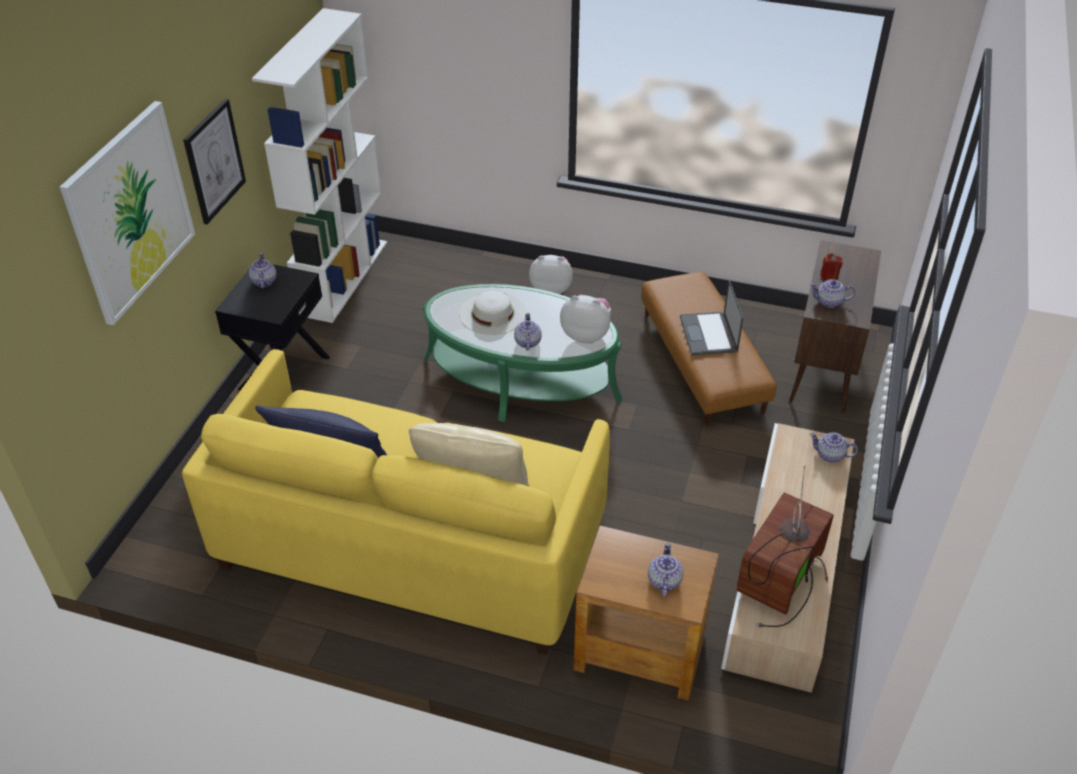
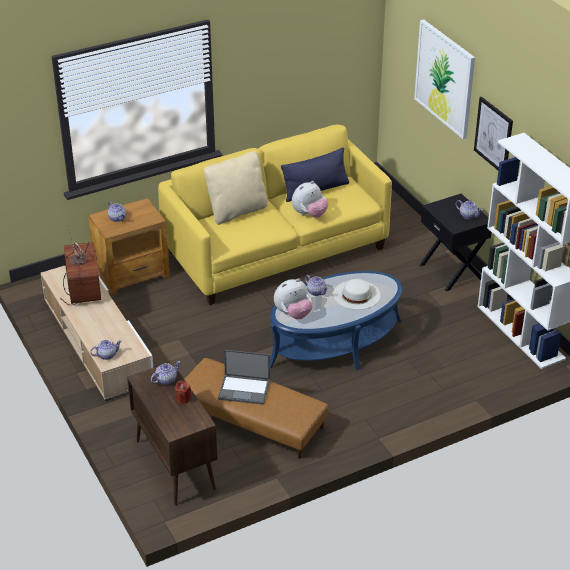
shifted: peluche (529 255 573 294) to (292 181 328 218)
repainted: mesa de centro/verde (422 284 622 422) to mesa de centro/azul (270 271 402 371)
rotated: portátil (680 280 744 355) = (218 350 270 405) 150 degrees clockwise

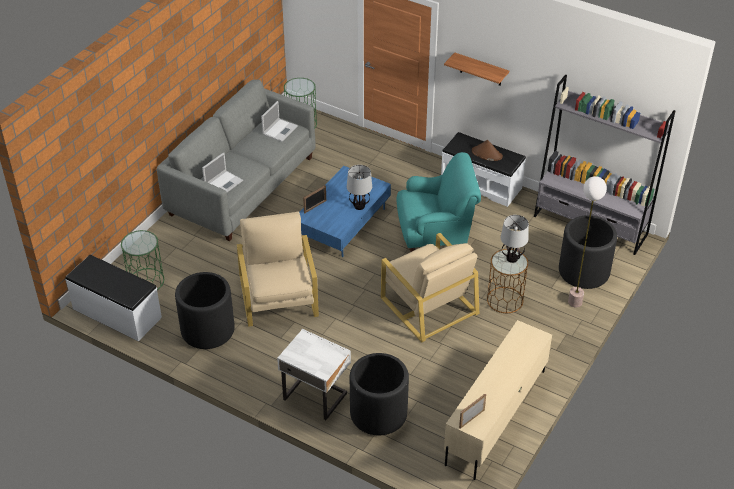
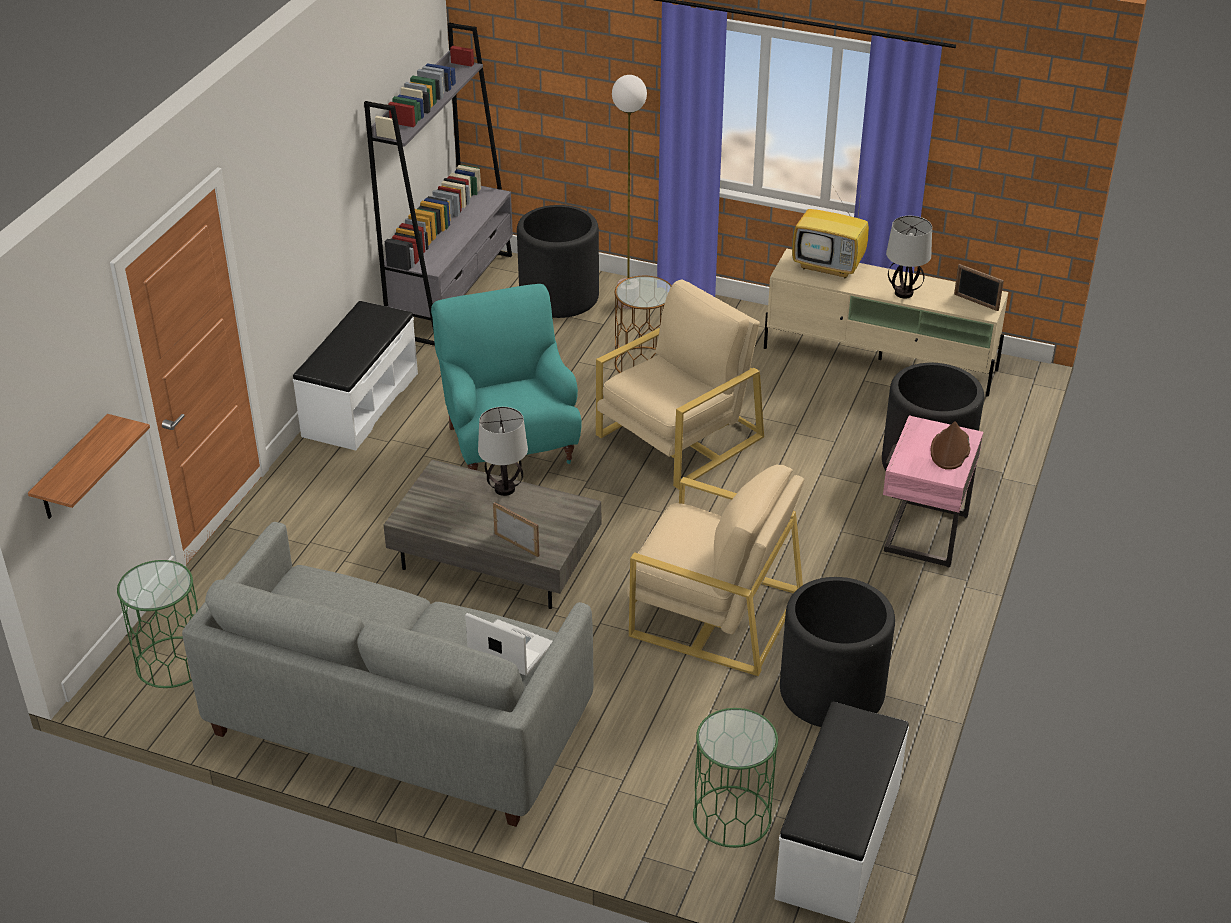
gone: portátil (261 101 298 142)
new: televisor (792 183 869 278)
shifted: estante (444 53 509 86) to (28 414 150 519); sombrero/marrón (472 140 503 161) to (931 421 971 470); lámpara de mesa (501 215 529 263) to (886 216 932 298)
repainted: mesita de noche/blanco (277 329 351 420) to mesita de noche/rosa (883 415 983 567); mesa de centro/azul (299 166 391 257) to mesa de centro/gris (384 460 601 609)
rotated: sillón/beis (237 212 319 327) = (627 465 804 676) 135 degrees counterclockwise

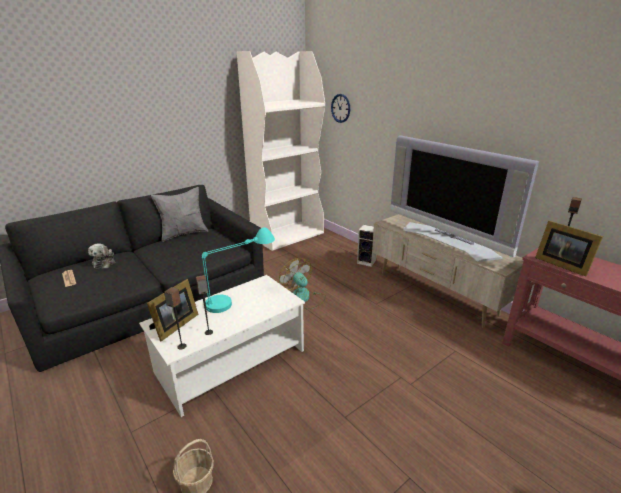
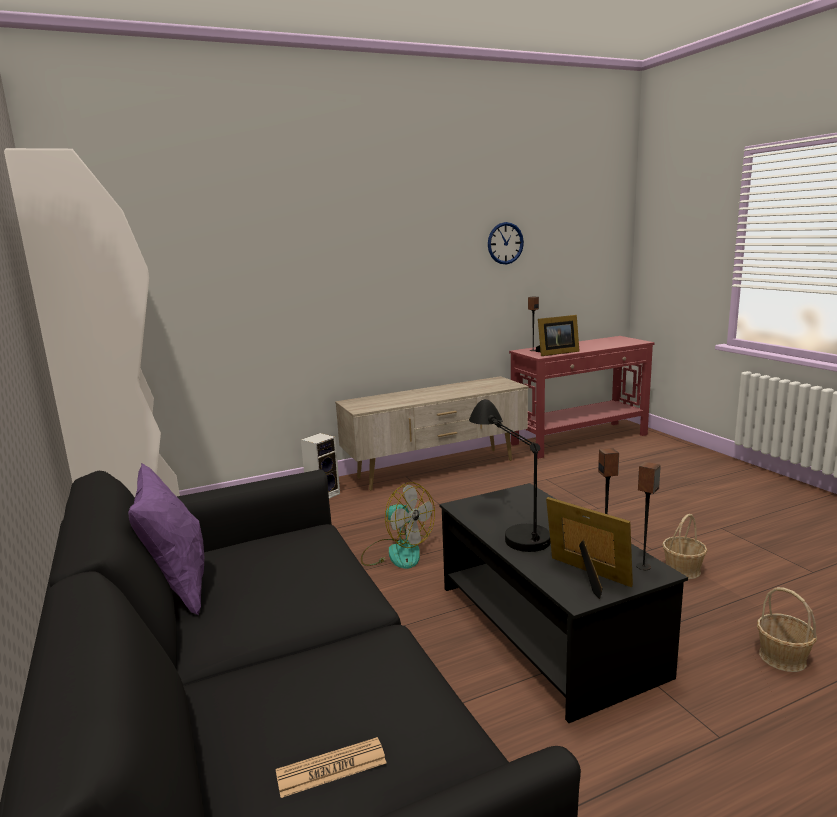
gone: peluche (88 244 115 269); televisor (390 135 539 262)
new: cesta (662 514 708 579)
shifted: reloj de pared (331 94 350 123) to (488 222 524 264)
repainted: mesa de centro/blanco (139 275 305 417) to mesa de centro/negro (439 483 688 723); cojín/gris (151 187 208 242) to cojín/morado (128 463 205 615); lámpara de mesa/turquesa (202 227 275 313) to lámpara de mesa/negro (469 399 551 552)
rotated: ventilador (279 258 326 309) = (361 482 435 569) 120 degrees counterclockwise

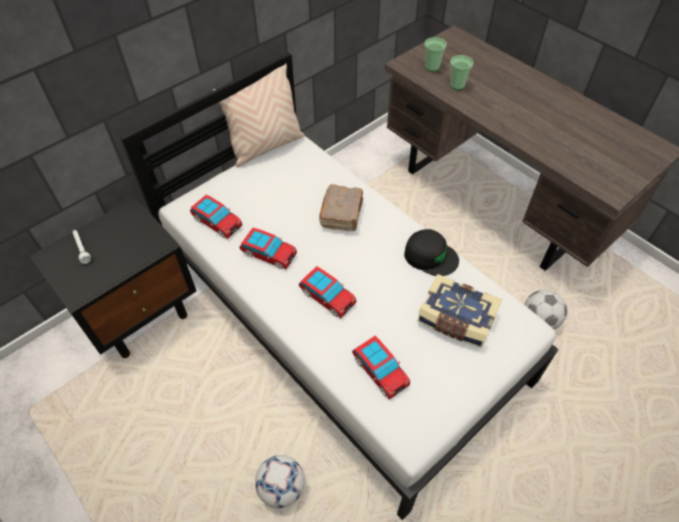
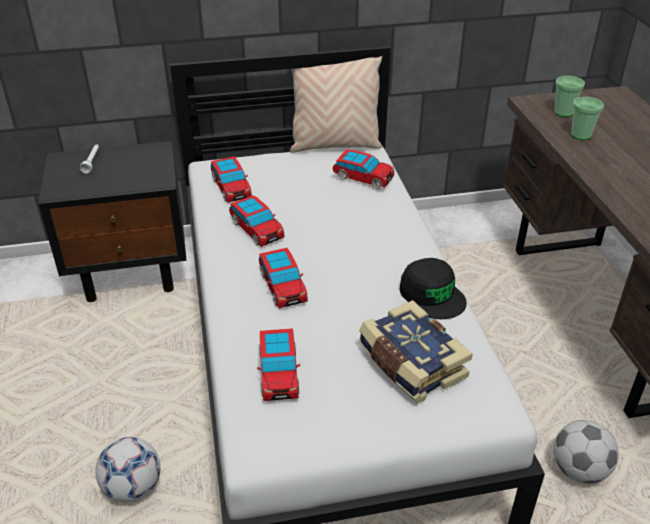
gone: libro/marrón (319 184 363 231)
new: coche de juguete (333 150 394 189)

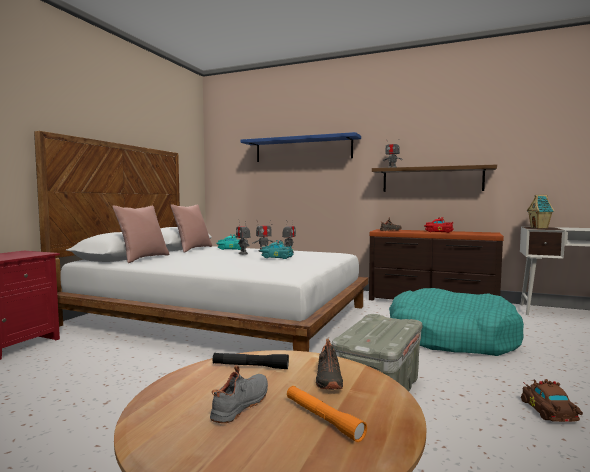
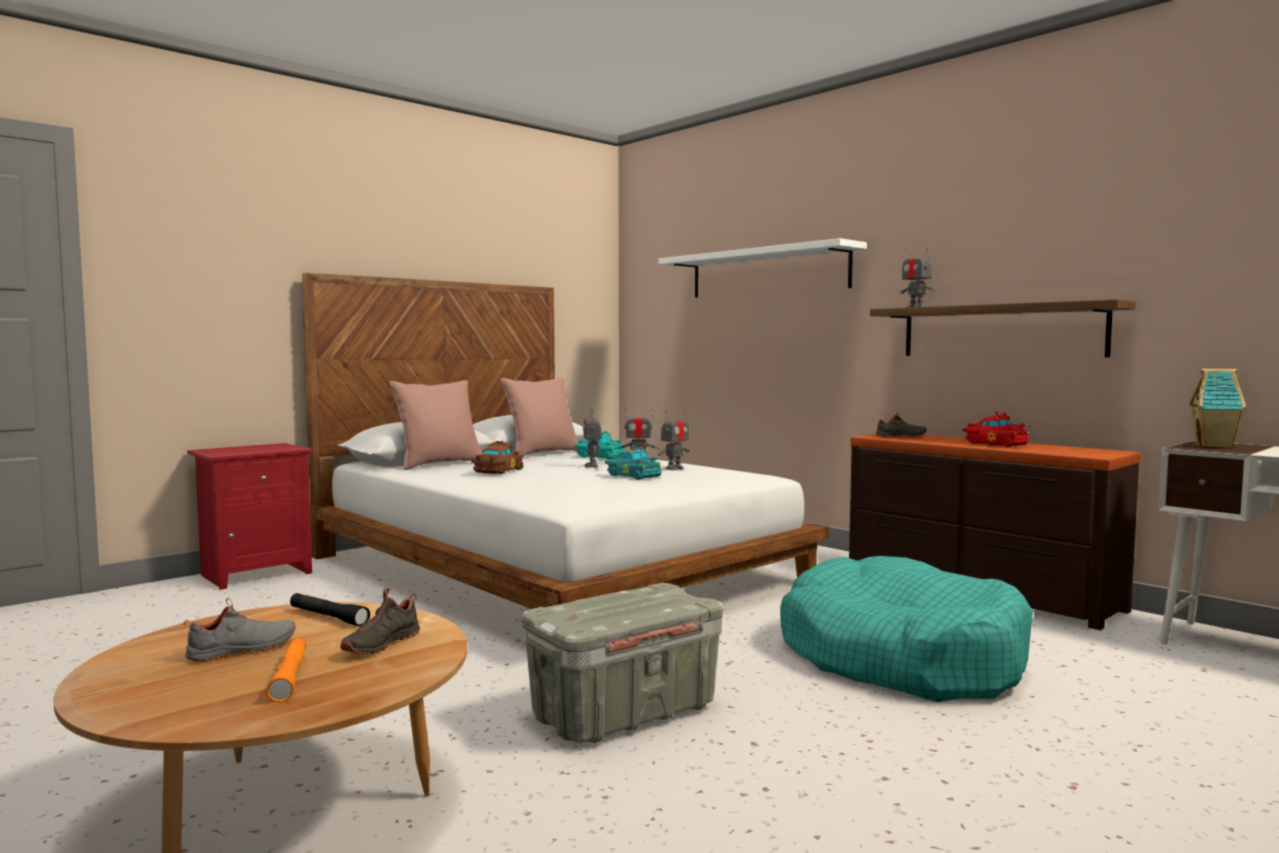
shifted: coche de juguete/marrón (521 379 583 422) to (471 441 524 474)
repainted: estante/azul (240 132 361 162) to estante/blanco (658 238 867 298)

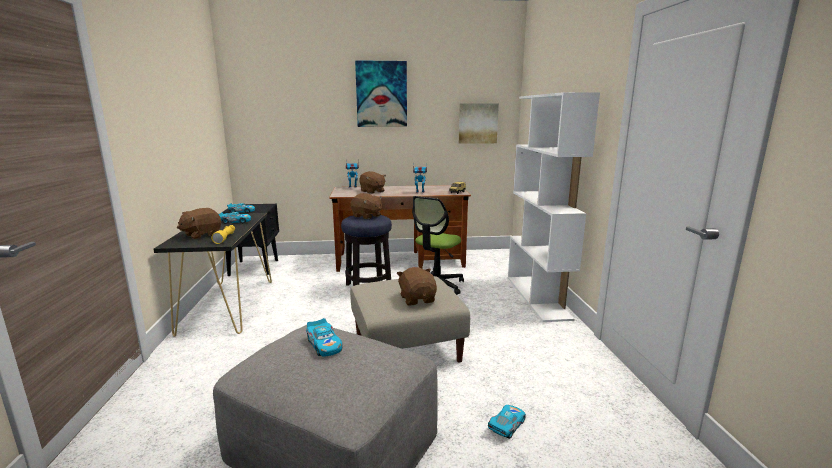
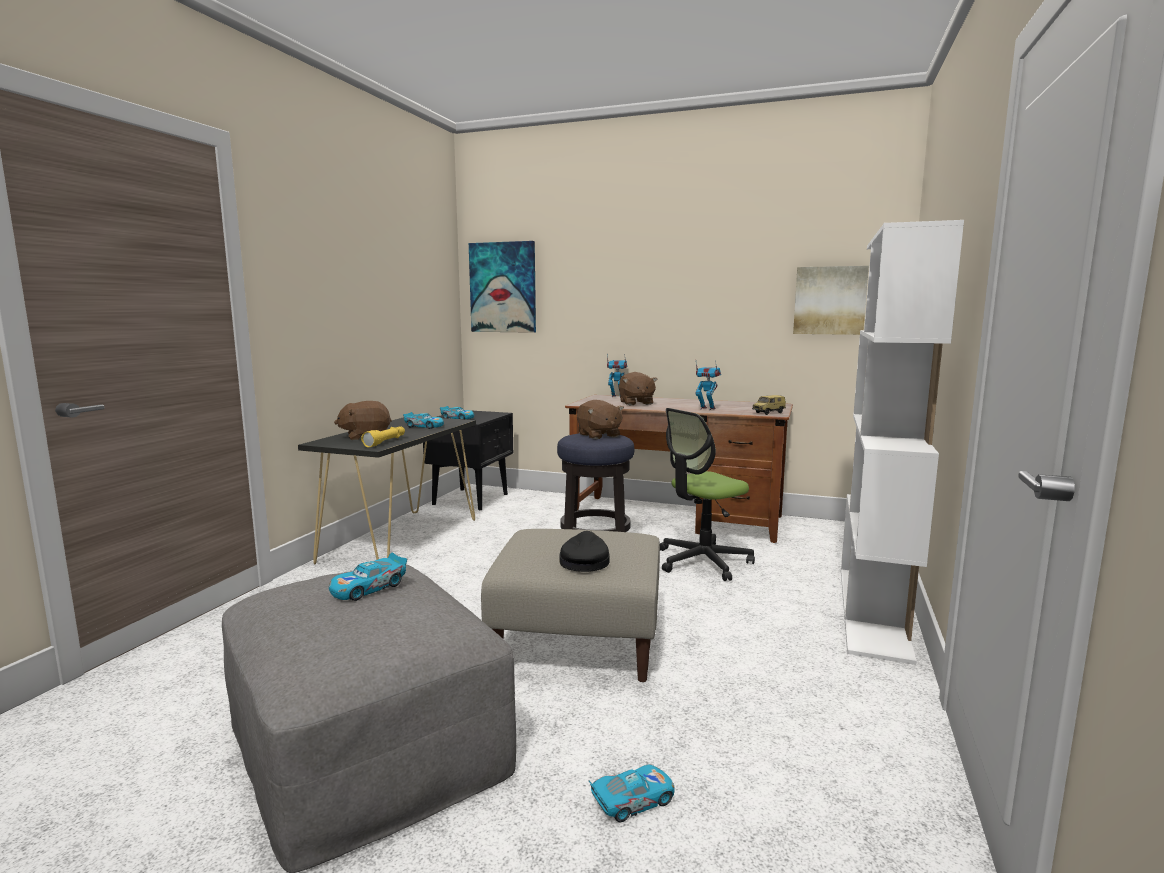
shifted: cuadro (355 60 407 127) to (469 241 536 333)
swapped: peluche/marrón (396 267 437 306) to gorra/negro (560 531 609 572)
rotated: coche de juguete (306 318 342 356) = (329 552 407 601) 45 degrees clockwise

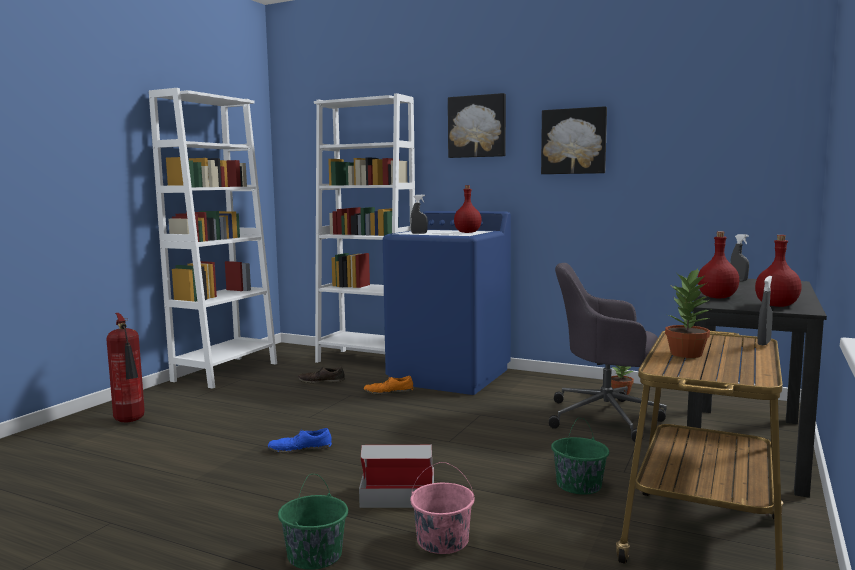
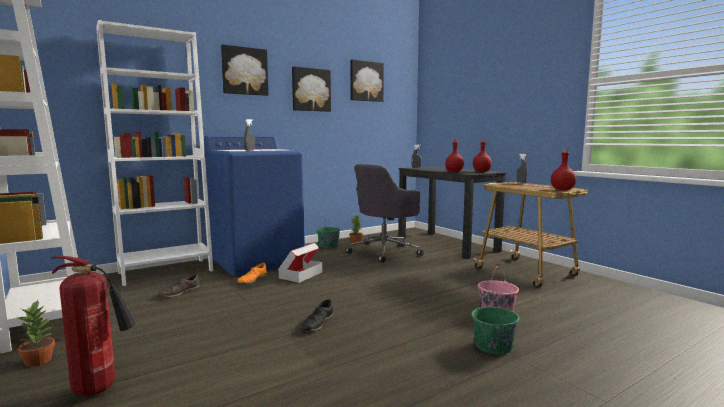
new: cuadro (350 59 384 102)
shifted: caja de cartón (359 445 434 508) to (279 243 323 283); botella/rojo (454 185 482 233) to (551 149 576 190); cubo/verde (551 418 609 494) to (316 217 341 248); planta en maceta (665 268 712 358) to (17 300 55 367)
repainted: zapato/azul (268 428 332 453) to zapato/negro (301 299 333 331)

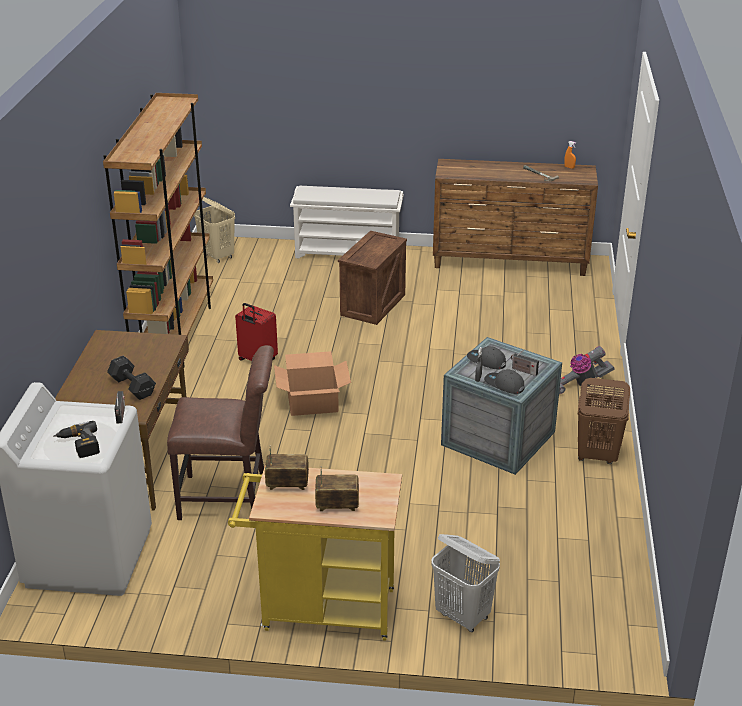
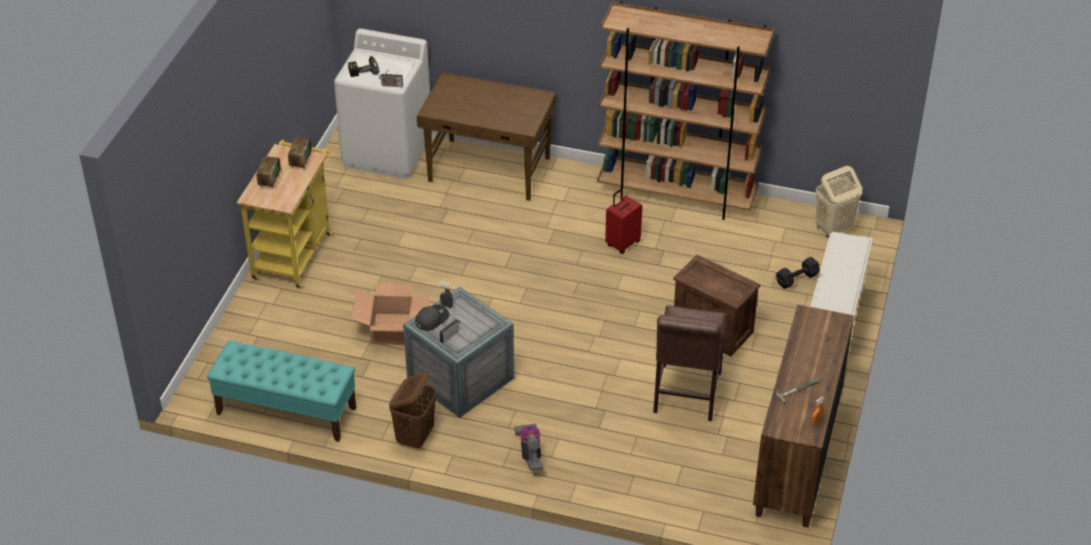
gone: cesto de la ropa/blanco (431 534 500 632); gorra/gris (467 346 506 370)
new: banco/turquesa (207 340 356 442)
shifted: mancuerna/negro (107 355 156 400) to (776 257 820 289); silla/marrón (167 345 274 520) to (653 305 727 421); caja de cartón (274 351 351 416) to (352 283 430 345)

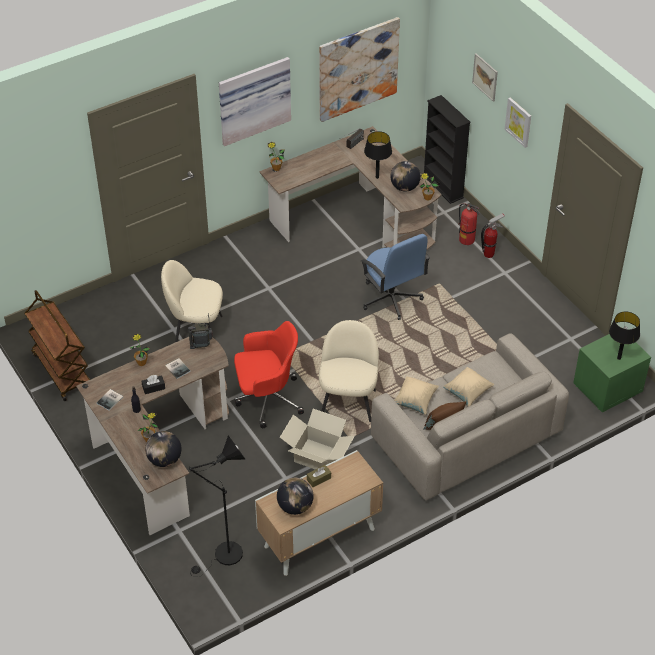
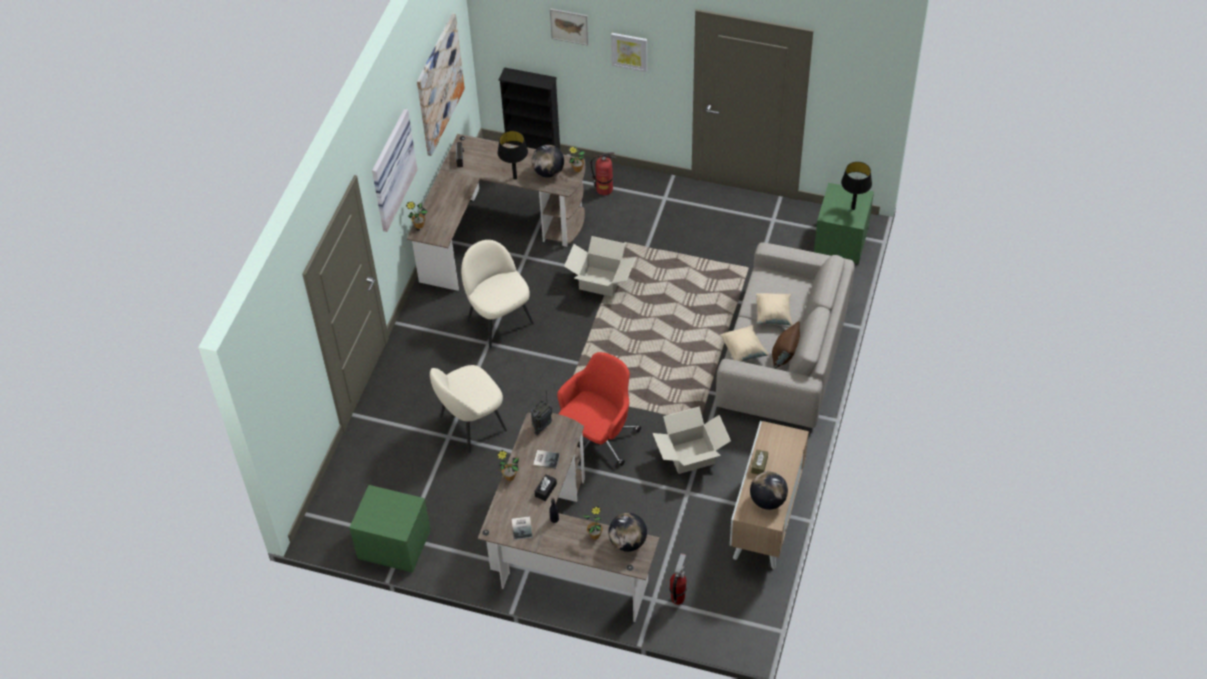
gone: lámpara de pie/negro (189 436 246 577)
shifted: silla/beis (319 320 379 422) to (461 240 534 348); extintor (481 213 505 258) to (669 553 687 605)
swapped: carrito/marrón (24 290 90 401) to mesita de noche/verde (349 485 431 573); silla de oficina/azul (361 234 430 320) to caja de cartón (564 236 636 296)

